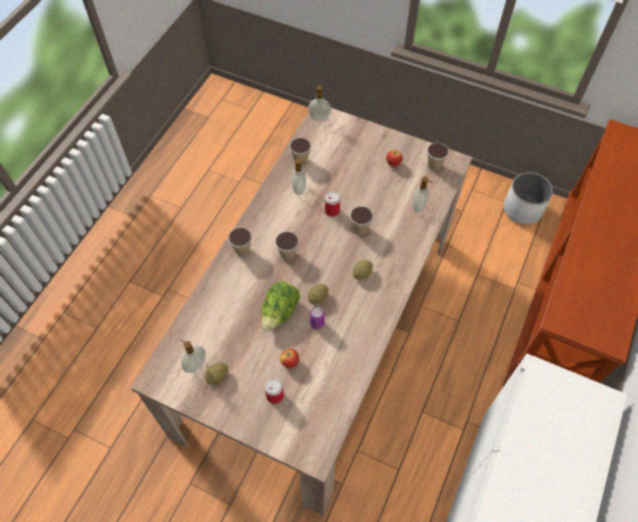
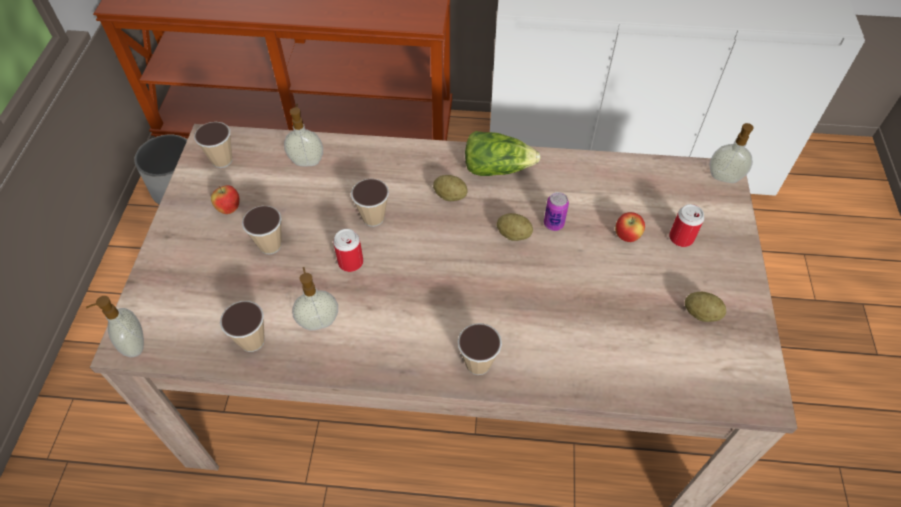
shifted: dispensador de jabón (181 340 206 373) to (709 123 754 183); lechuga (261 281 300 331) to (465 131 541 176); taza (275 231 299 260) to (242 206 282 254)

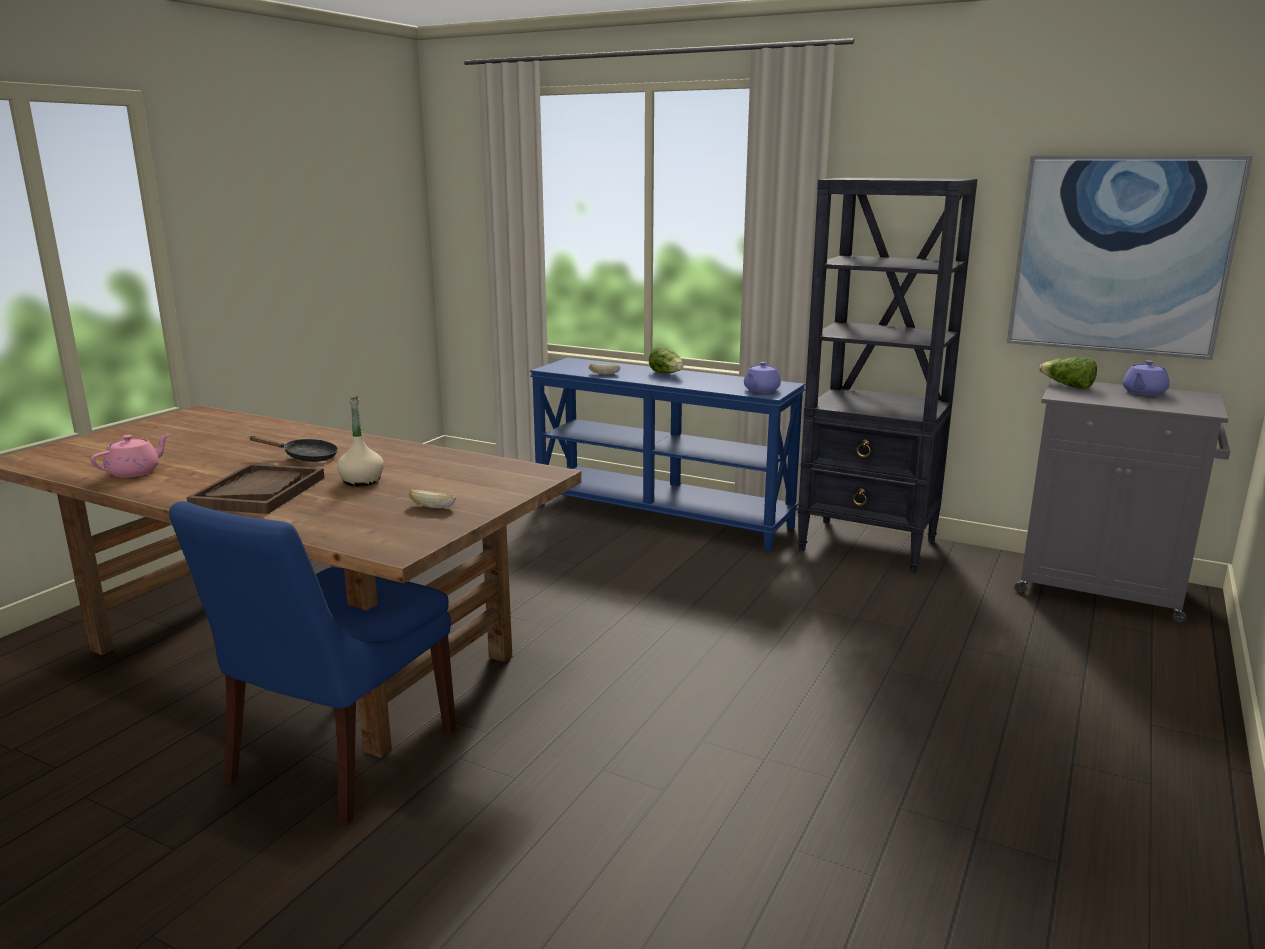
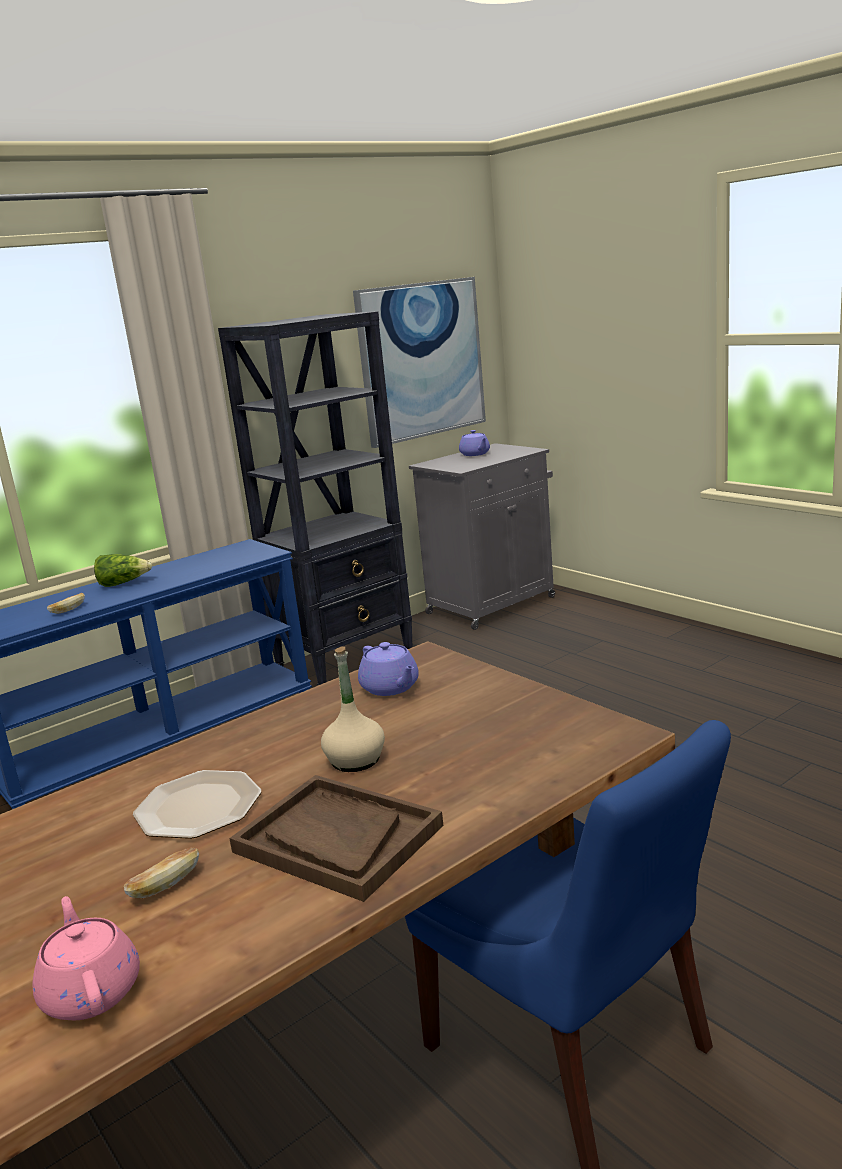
gone: lechuga (1039 357 1097 389)
shifted: pan (409 489 456 508) to (124 847 199 898); tetera/morado (744 362 781 393) to (358 642 419 696)
swapped: sartén/negro (249 436 338 462) to plato (133 770 261 839)

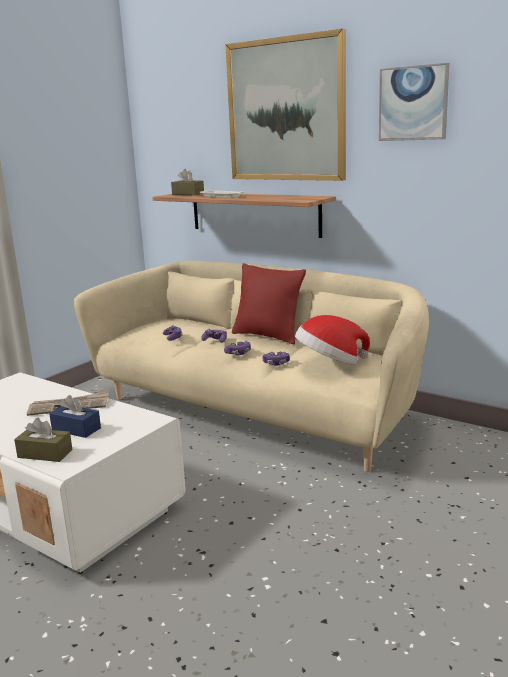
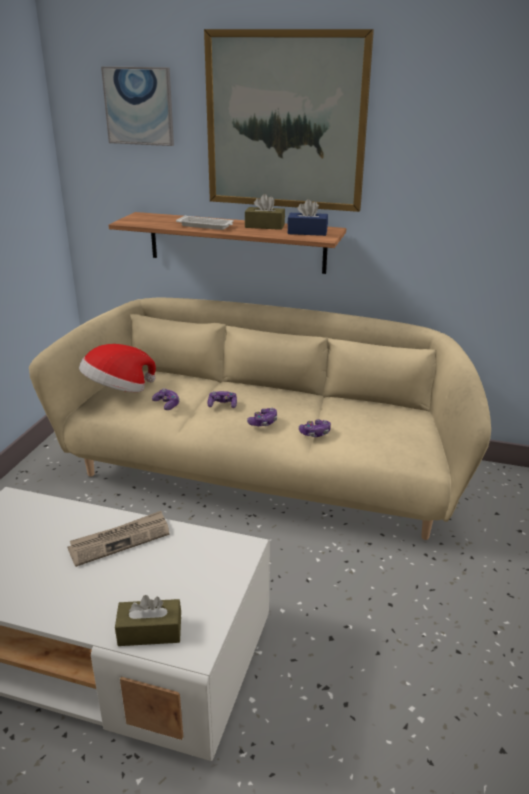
gone: cojín/rojo (232 263 306 344)
shifted: caja de pañuelos/azul (49 395 101 438) to (287 199 328 236); caja de pañuelos/marrón (171 169 204 195) to (245 194 285 230); sombrero (295 315 370 365) to (79 344 156 392); cuadro (379 63 449 141) to (101 66 174 146)

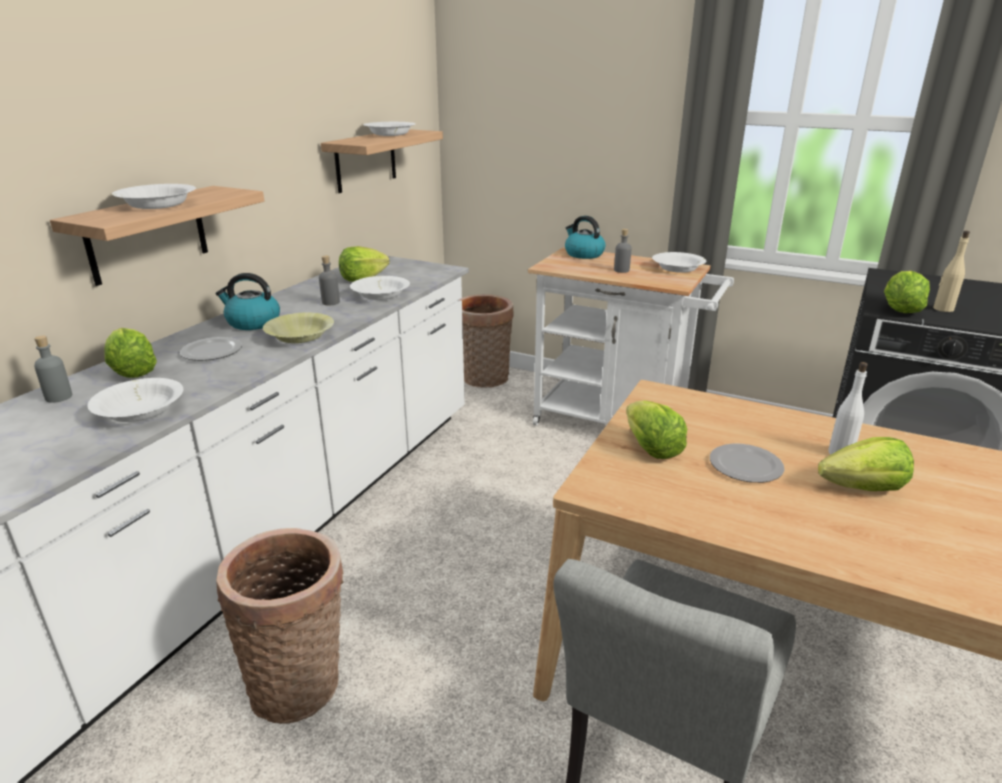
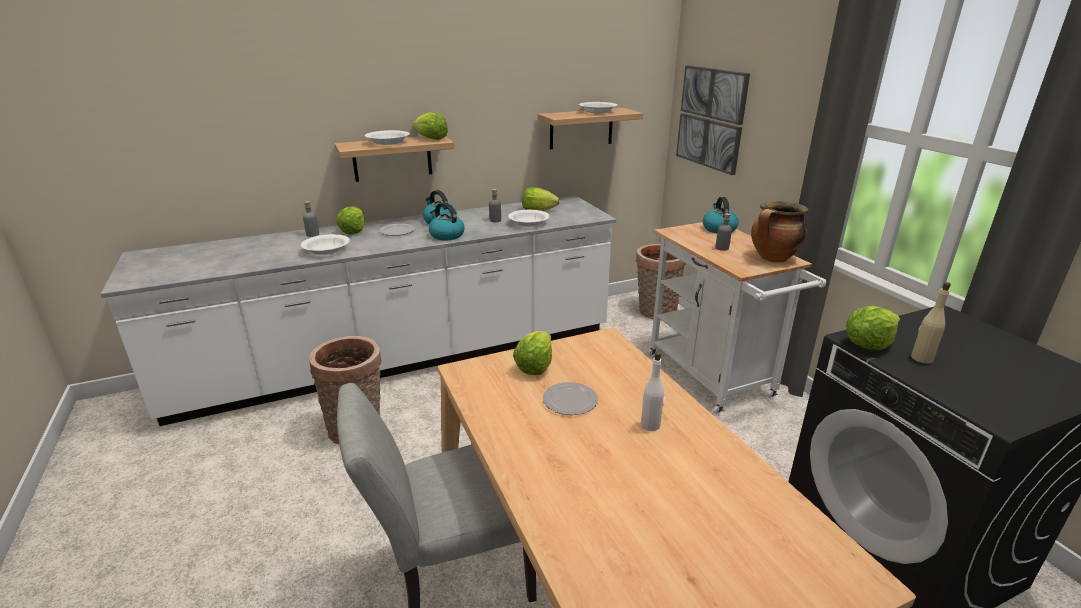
new: cuadro (676 65 750 175)
shifted: lechuga (818 437 914 491) to (413 112 448 140)
swapped: cuenco/amarillo (263 313 334 343) to hervidor (429 202 465 241); cuenco/blanco (652 252 706 273) to olla (751 201 808 263)

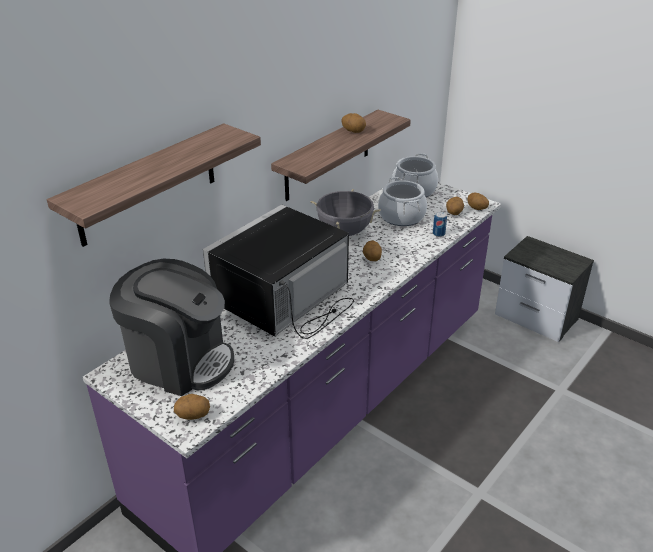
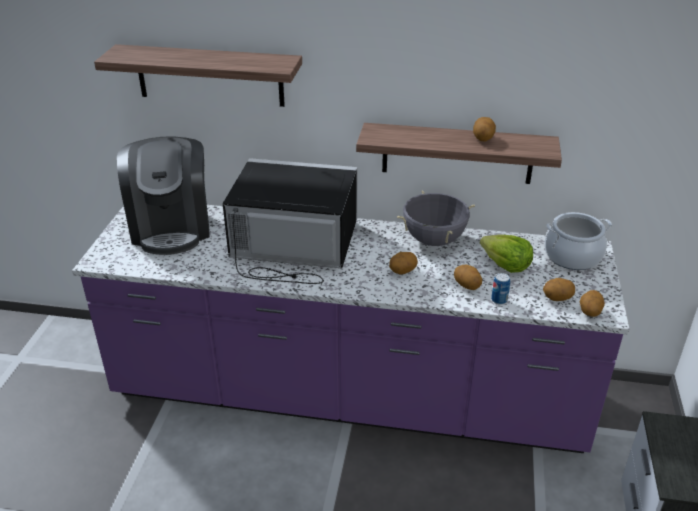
shifted: patata (174 394 210 420) to (454 264 482 290)
swapped: olla (378 177 427 226) to lechuga (480 235 533 273)

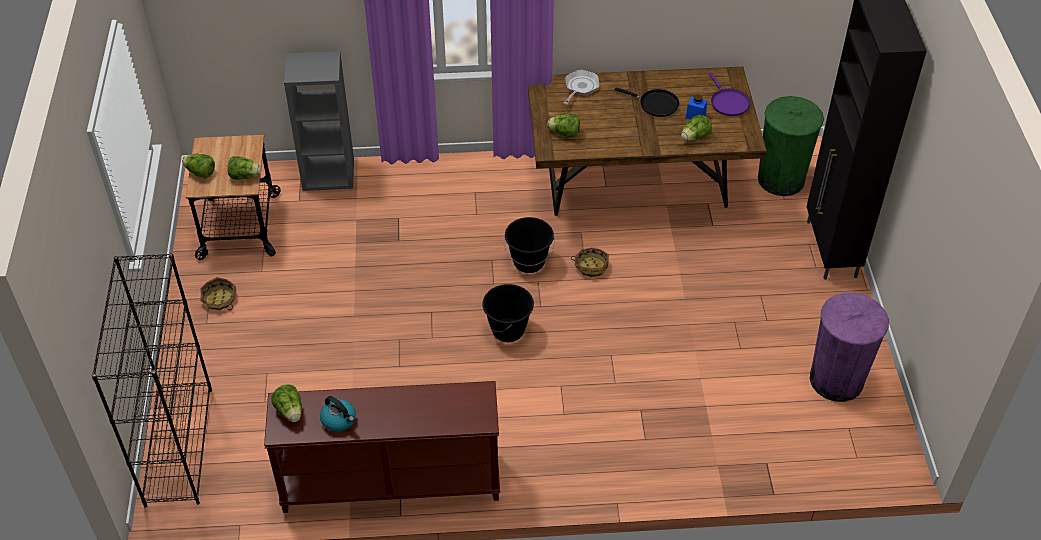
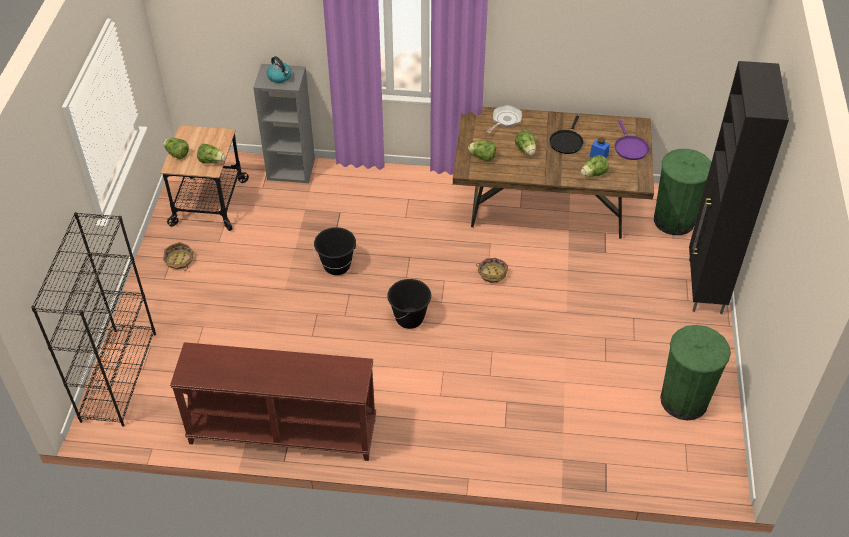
shifted: lechuga (271 384 302 422) to (515 130 536 156); hervidor (320 396 356 432) to (267 56 291 83); cubo/negro (504 217 555 273) to (313 227 356 275)
repainted: papelera/morado (810 292 889 402) to papelera/verde (660 325 731 420)
rotated: sartén/negro (615 88 679 117) = (549 116 583 154) 75 degrees clockwise

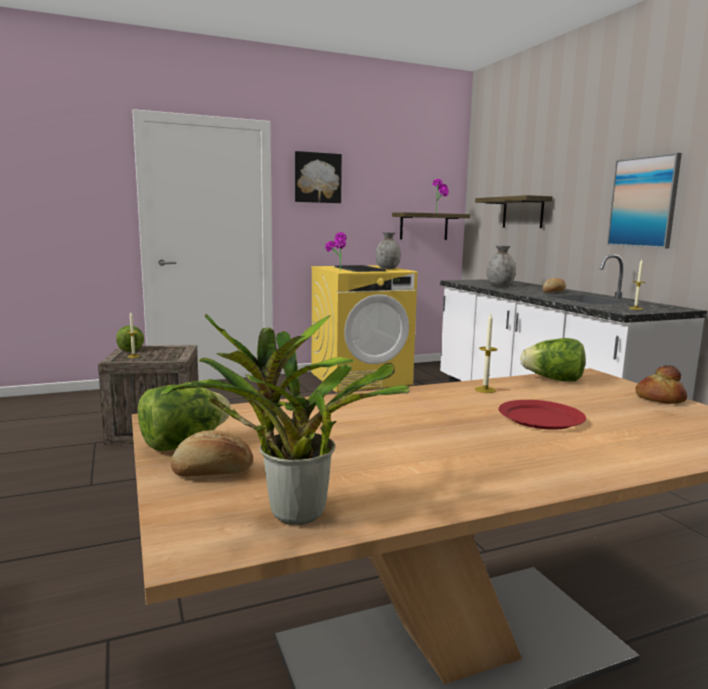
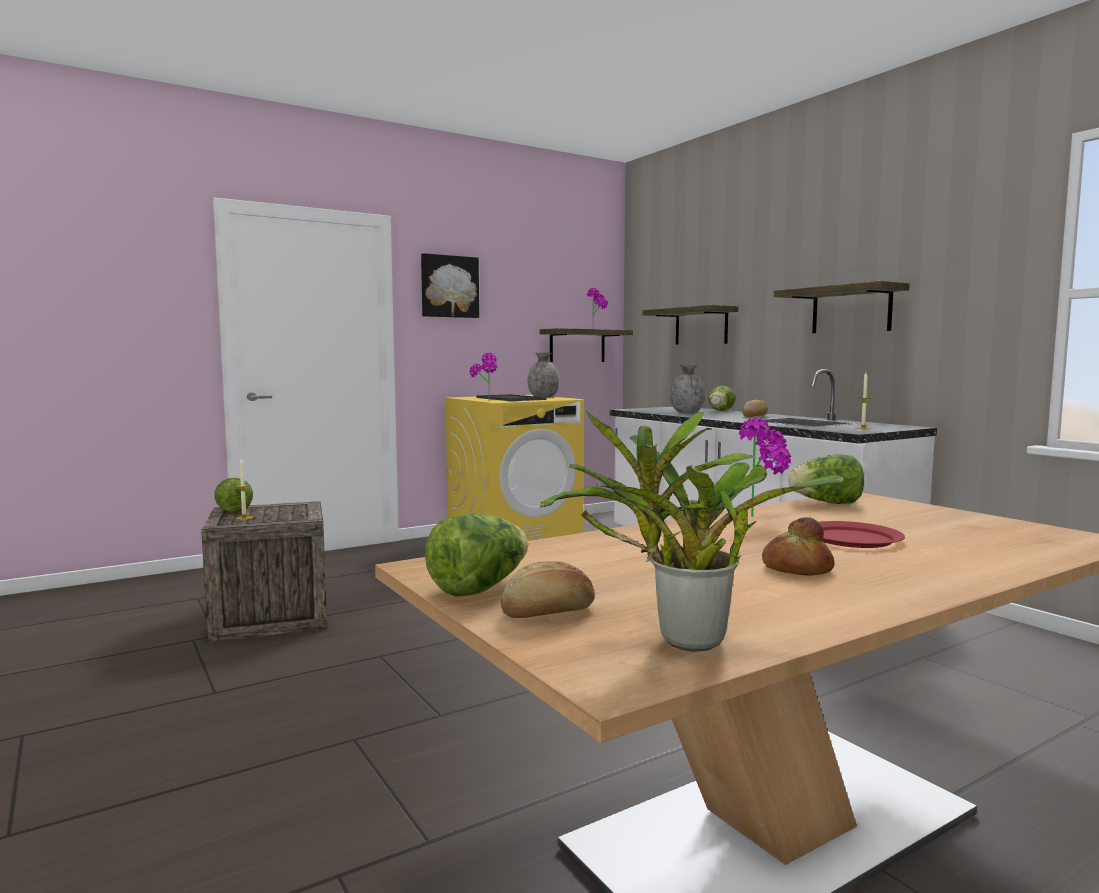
new: lechuga (708 386 736 411)
shifted: pan (636 365 687 404) to (762 517 834 576)
swapped: vela (475 314 497 393) to planta en maceta (739 418 791 517); cuadro (607 153 682 249) to estante (774 281 910 333)

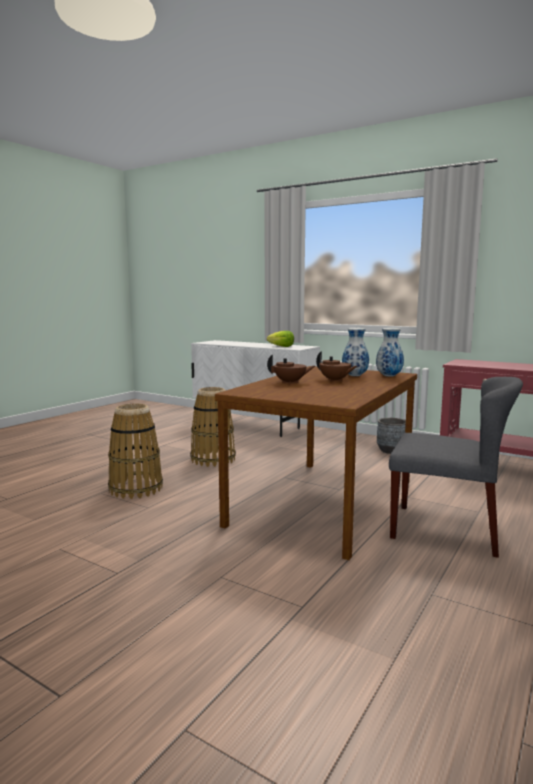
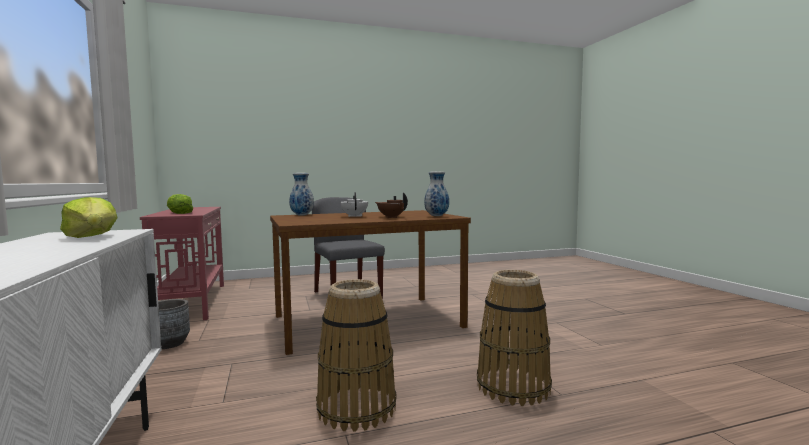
new: lechuga (167 194 193 214)
shifted: florero (342 328 369 376) to (424 171 449 216)
repainted: tetera/marrón (316 351 357 382) to tetera/blanco (341 192 368 217)

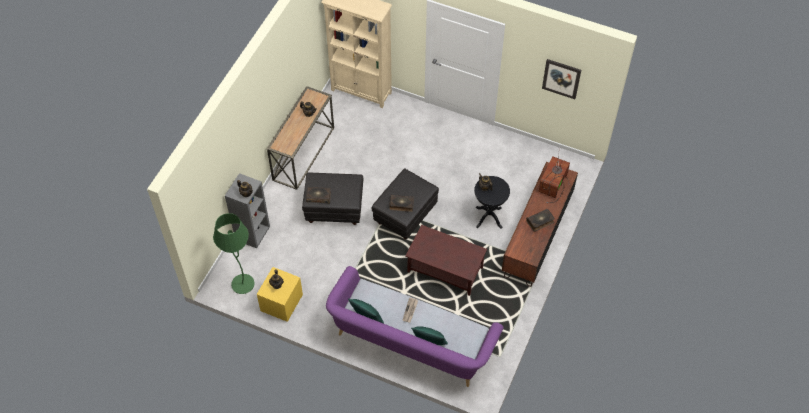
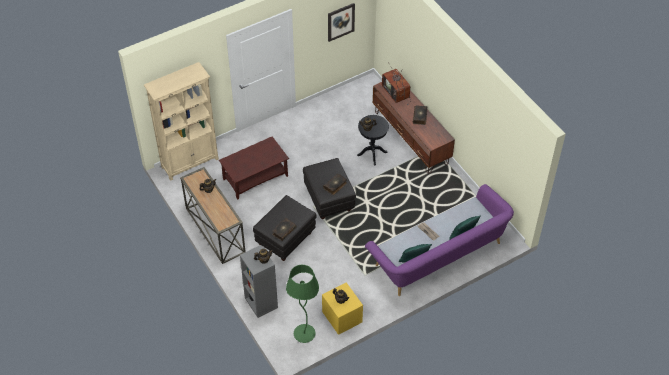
shifted: mesa de centro/marrón (406 225 487 296) to (219 136 289 200)

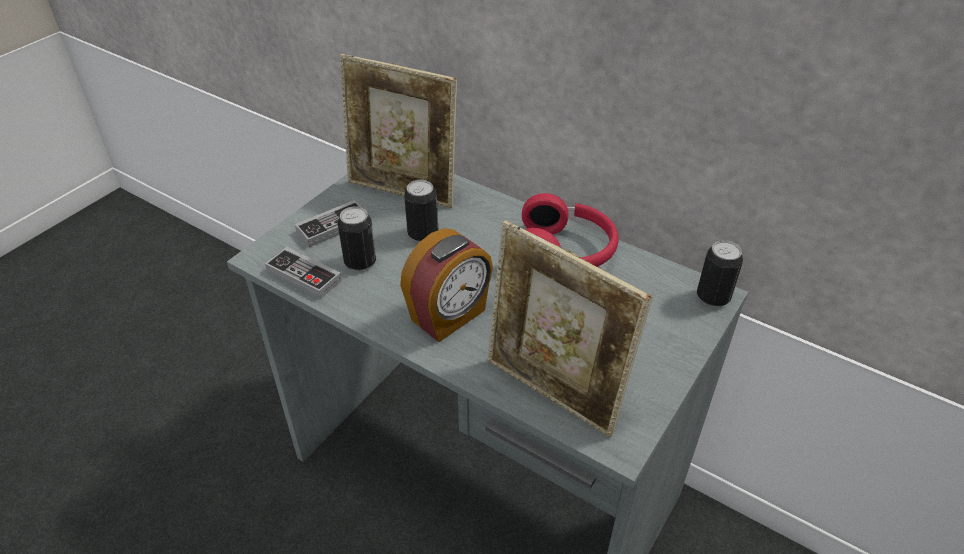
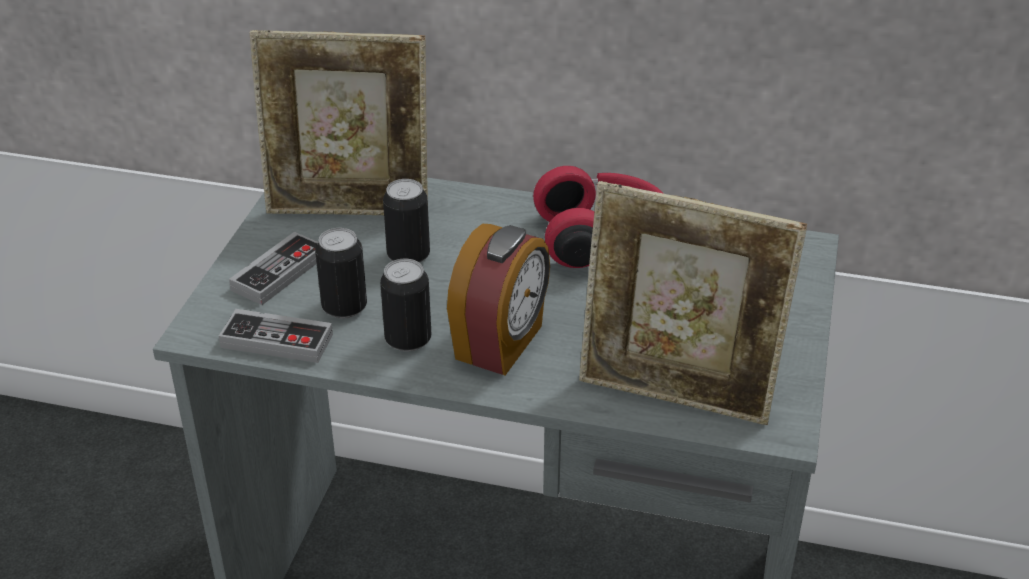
shifted: lata (697 240 743 307) to (380 259 431 352)

